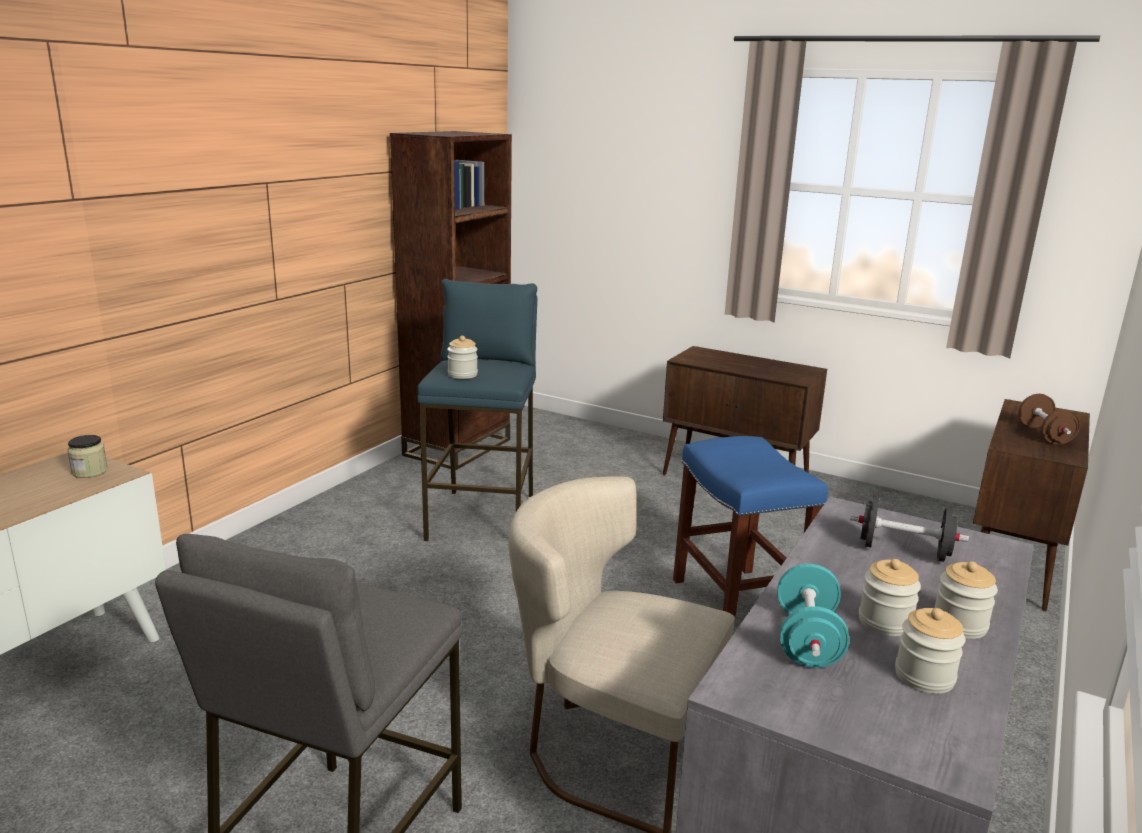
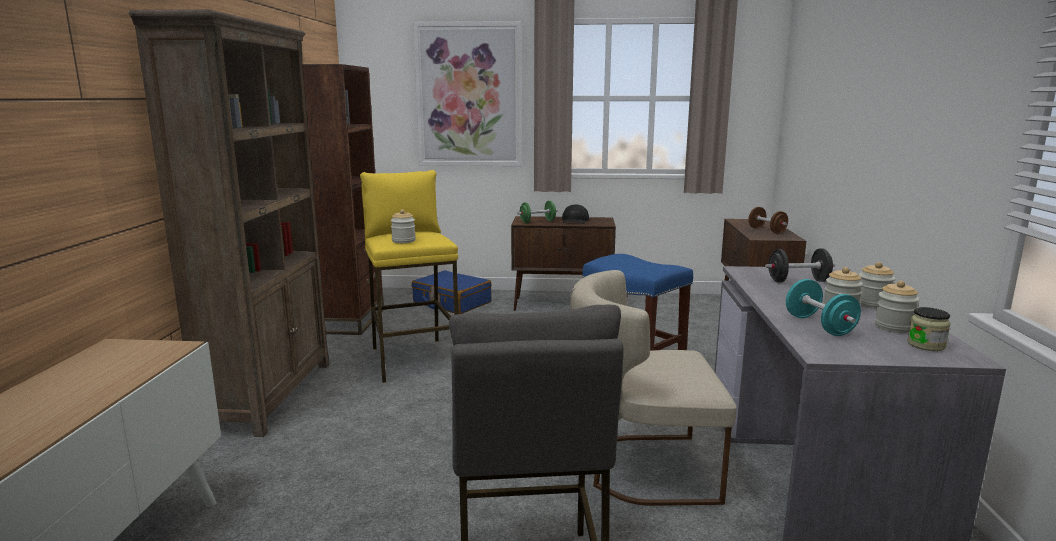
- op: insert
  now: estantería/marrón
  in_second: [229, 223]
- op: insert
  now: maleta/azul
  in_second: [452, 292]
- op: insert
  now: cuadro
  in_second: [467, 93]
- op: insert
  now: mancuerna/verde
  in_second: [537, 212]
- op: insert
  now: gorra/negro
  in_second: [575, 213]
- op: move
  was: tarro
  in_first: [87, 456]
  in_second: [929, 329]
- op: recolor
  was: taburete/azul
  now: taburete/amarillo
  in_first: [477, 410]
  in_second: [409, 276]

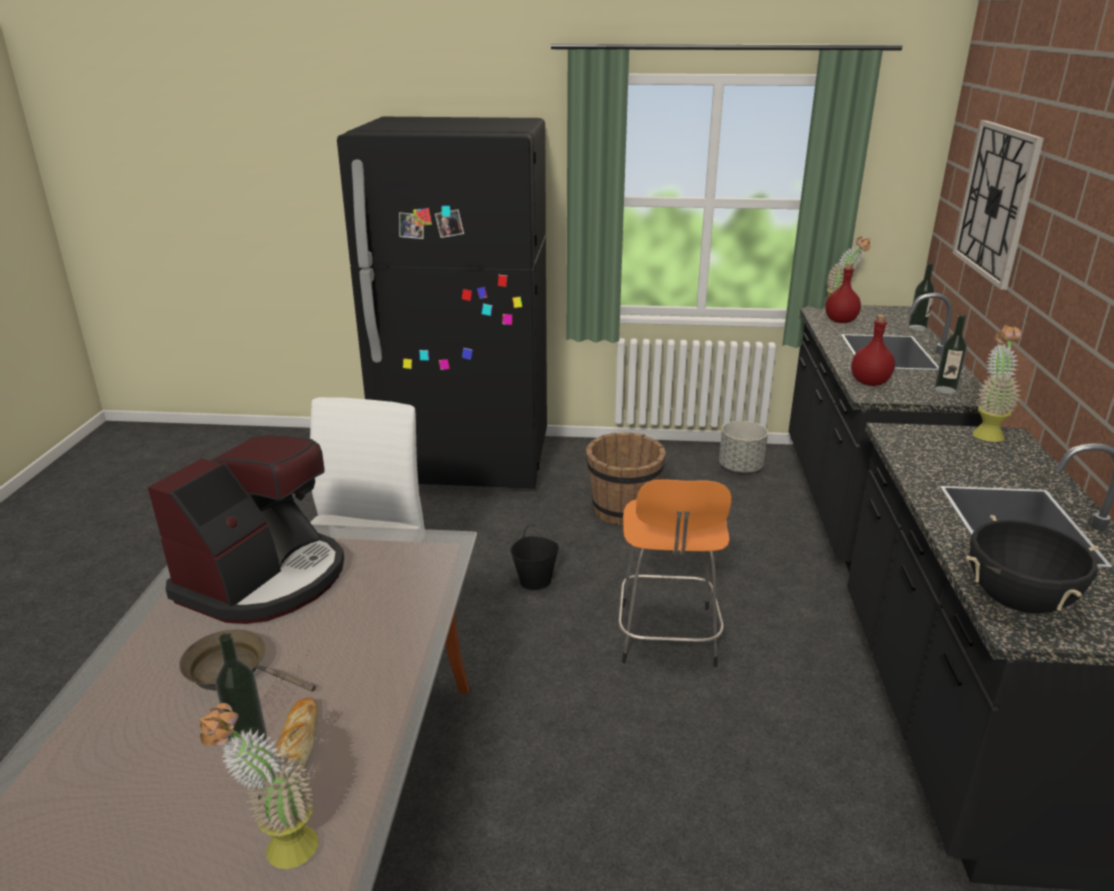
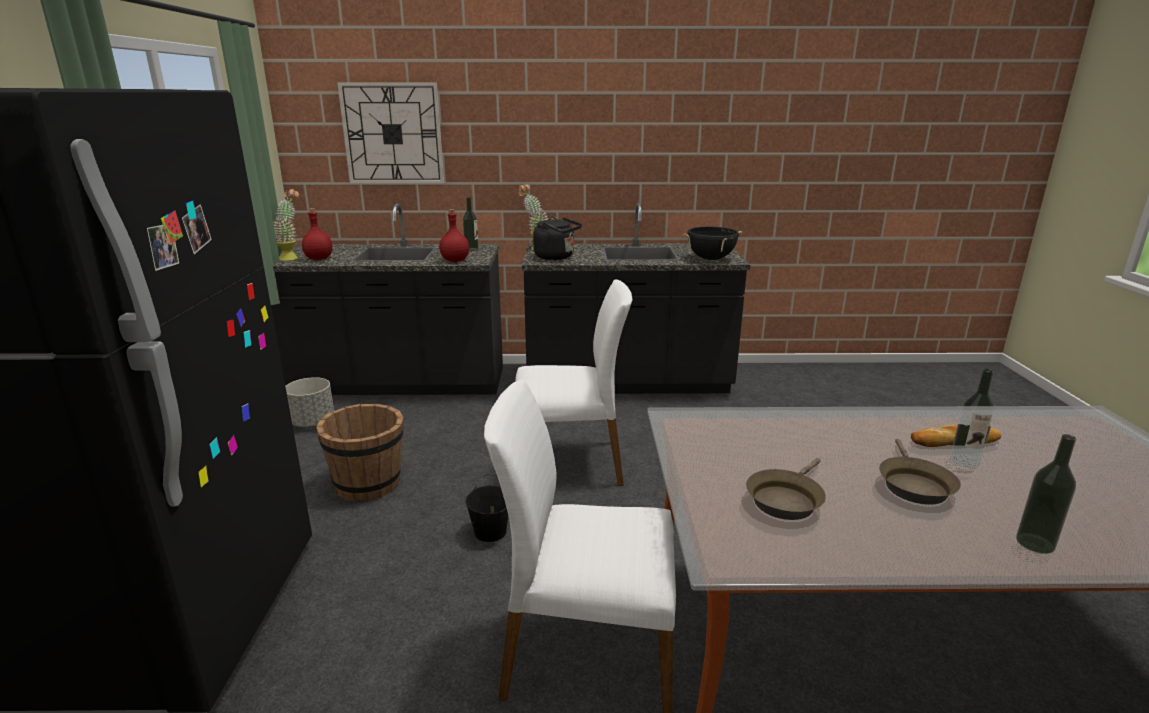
- op: delete
  was: planta en maceta
  in_first: [258, 786]
- op: insert
  now: hervidor/negro
  in_second: [557, 238]
- op: move
  was: botella
  in_first: [921, 297]
  in_second: [1046, 494]
- op: replace
  was: cafetera
  now: sartén/marrón
  in_first: [246, 529]
  in_second: [786, 489]
- op: replace
  was: taburete/naranja
  now: silla/blanco
  in_first: [675, 573]
  in_second: [573, 382]

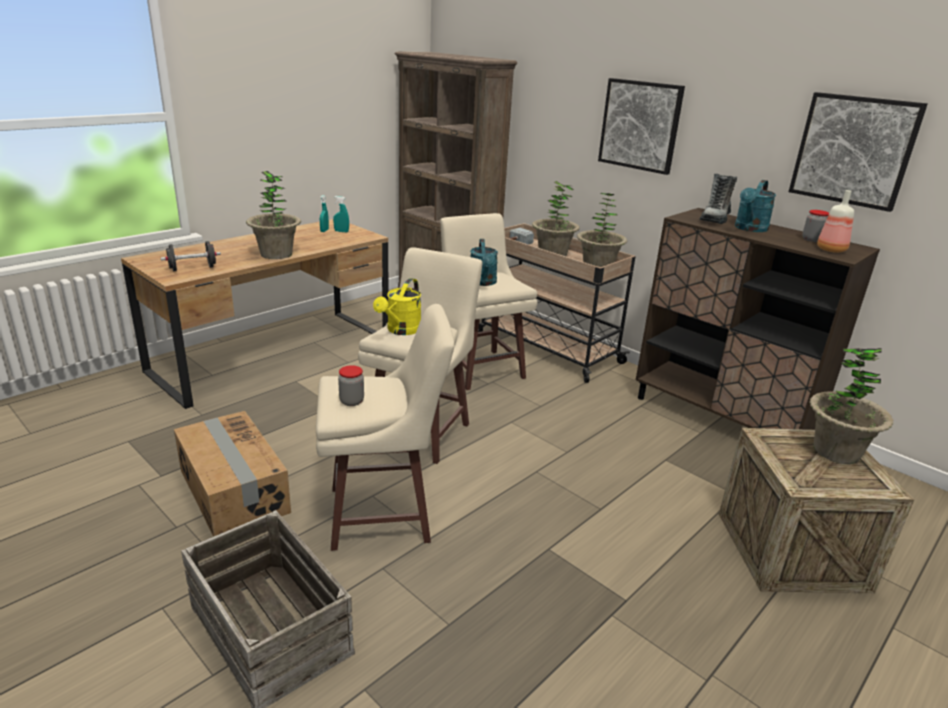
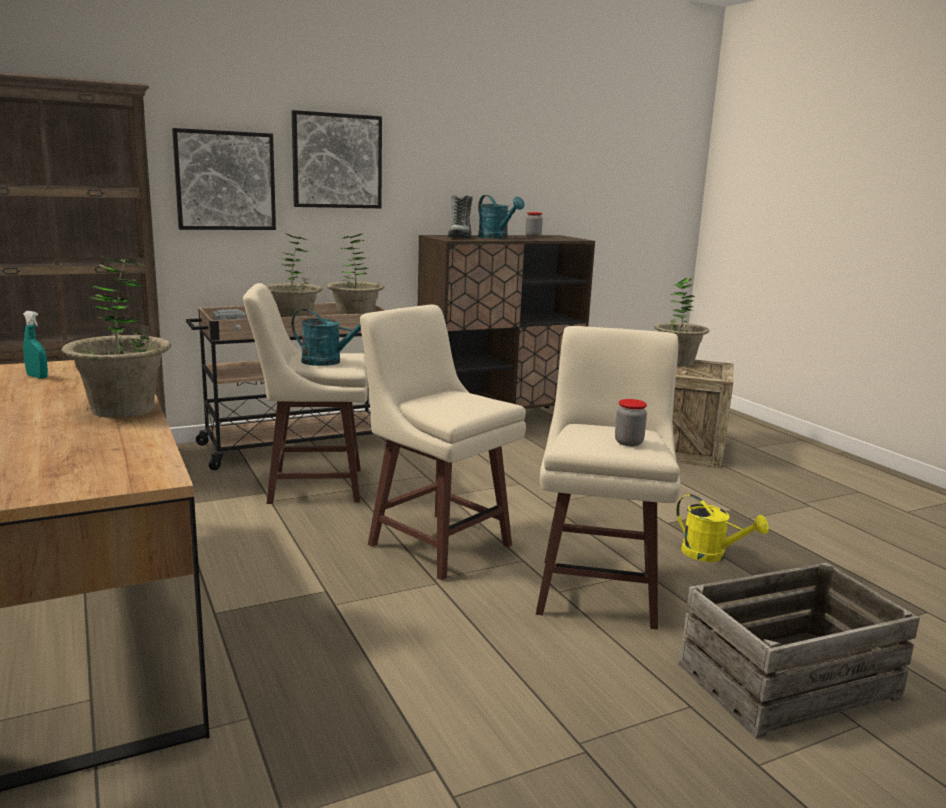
- op: delete
  was: mancuerna/negro
  in_first: [191, 256]
- op: delete
  was: caja de cartón
  in_first: [232, 474]
- op: delete
  was: pulverizador/turquesa
  in_first: [341, 214]
- op: delete
  was: botella
  in_first: [835, 221]
- op: move
  was: regadera/amarillo
  in_first: [397, 306]
  in_second: [722, 528]
- op: move
  was: cuadro
  in_first: [858, 152]
  in_second: [224, 179]
- op: rotate
  was: bota
  in_first: [718, 199]
  in_second: [459, 216]
  clockwise: 45

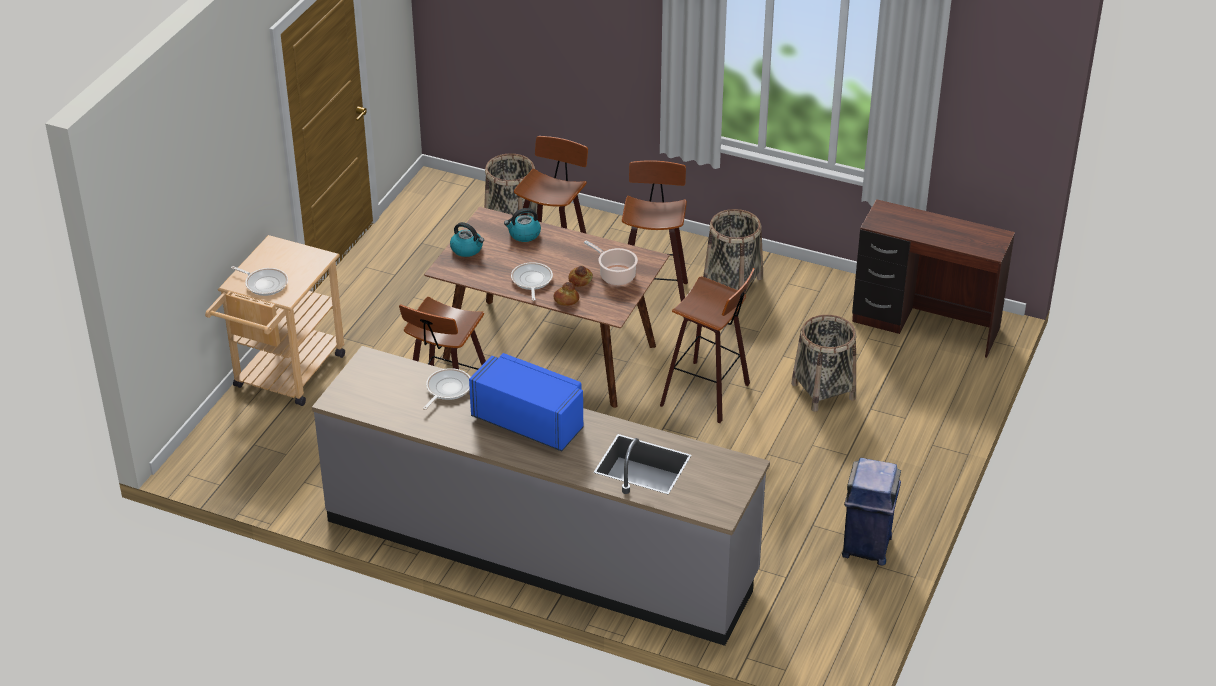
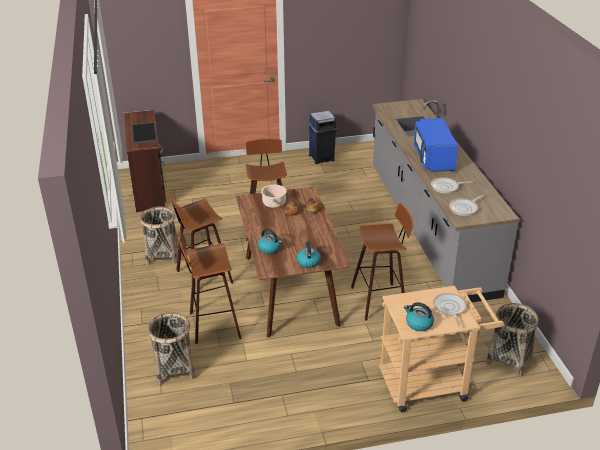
- op: insert
  now: bandeja
  in_second: [144, 133]
- op: insert
  now: hervidor
  in_second: [419, 316]
- op: move
  was: sartén
  in_first: [532, 281]
  in_second: [466, 205]
- op: move
  was: cesta
  in_first: [823, 363]
  in_second: [512, 340]

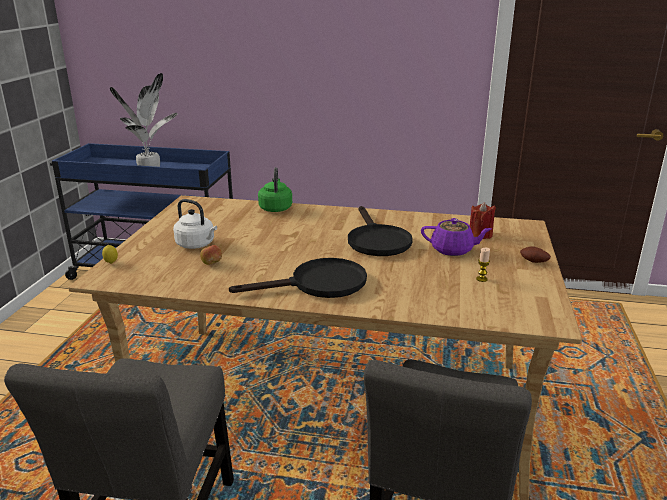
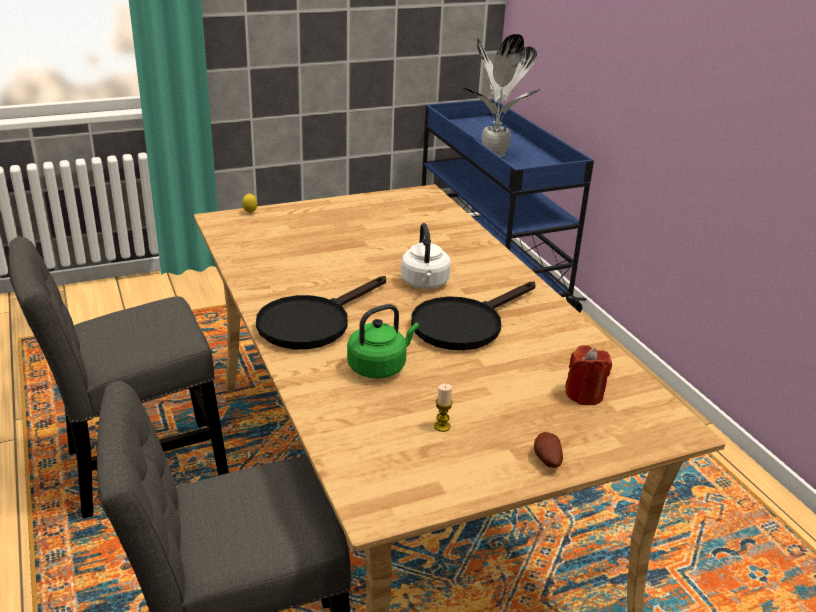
- op: delete
  was: manzana
  in_first: [211, 255]
- op: delete
  was: tetera/morado
  in_first: [456, 237]
- op: move
  was: hervidor/blanco
  in_first: [195, 224]
  in_second: [426, 256]
- op: move
  was: hervidor/verde
  in_first: [275, 189]
  in_second: [383, 341]
- op: rotate
  was: sartén/negro
  in_first: [298, 278]
  in_second: [321, 312]
  clockwise: 90

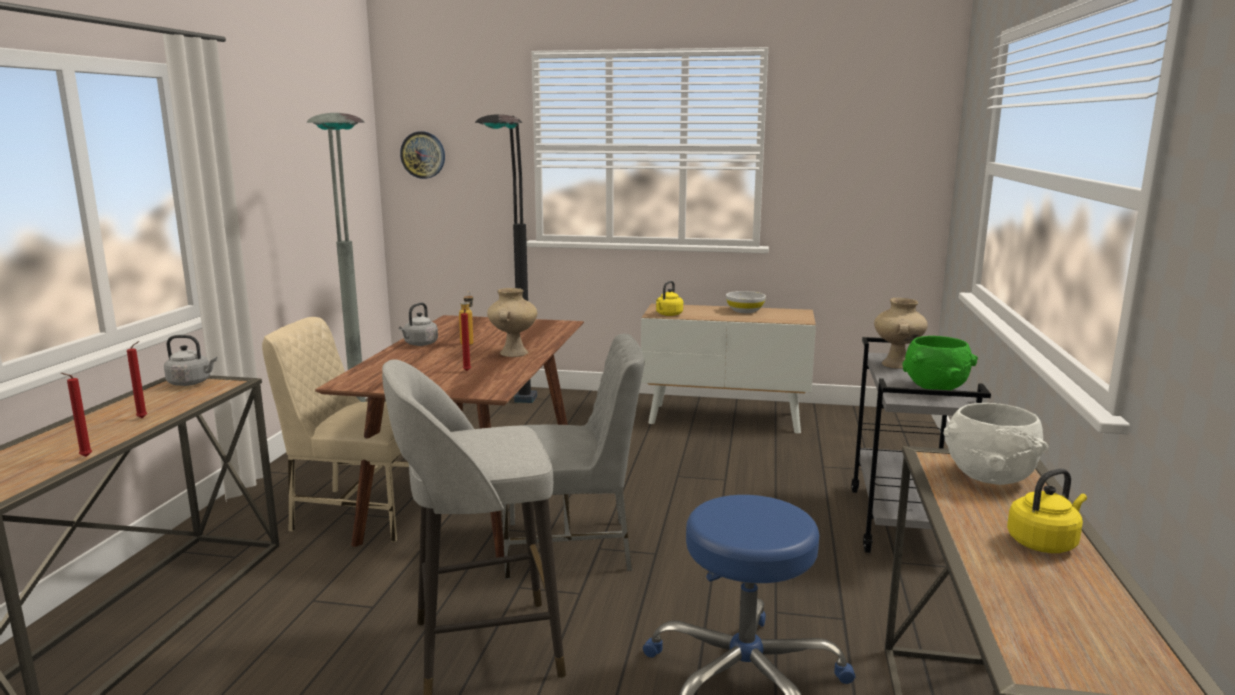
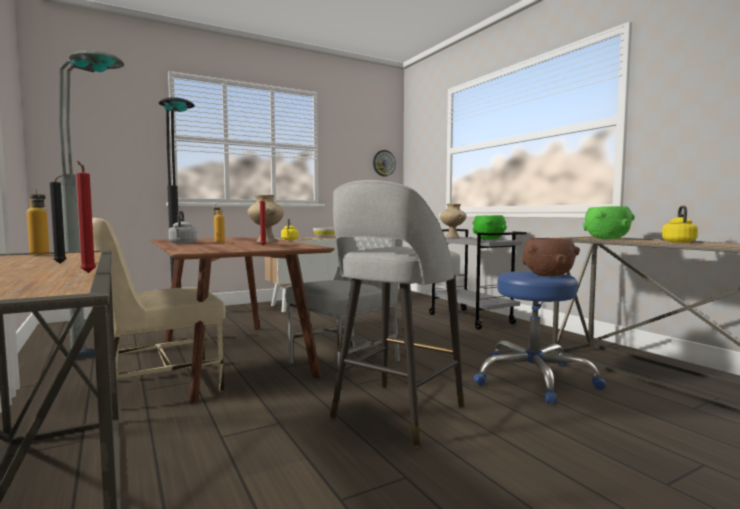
- op: insert
  now: cuenco/marrón
  in_second: [551, 257]
- op: move
  was: reloj de pared
  in_first: [422, 155]
  in_second: [384, 163]
- op: replace
  was: hervidor/gris
  now: botella
  in_first: [190, 360]
  in_second: [38, 220]
- op: recolor
  was: vela/rojo
  now: vela/negro
  in_first: [137, 380]
  in_second: [58, 219]
- op: recolor
  was: cuenco/blanco
  now: cuenco/verde
  in_first: [995, 444]
  in_second: [609, 222]

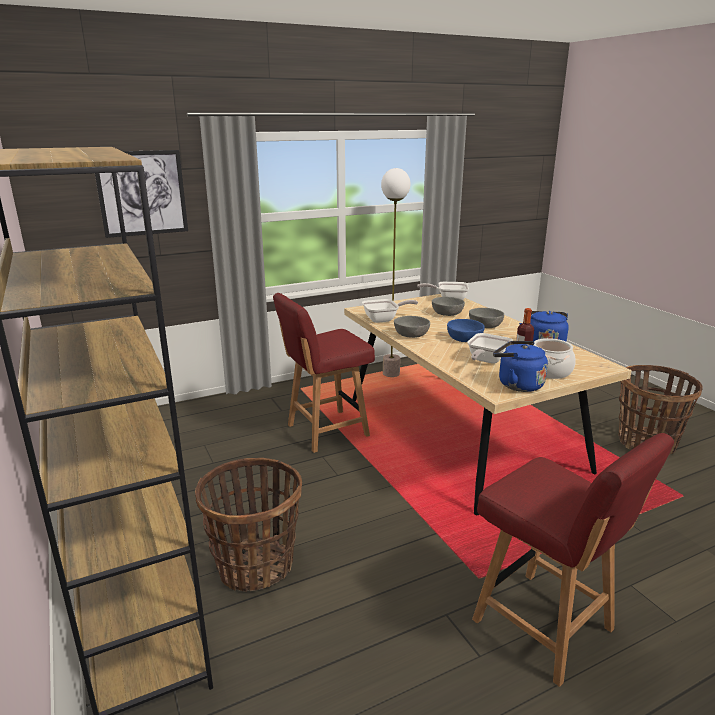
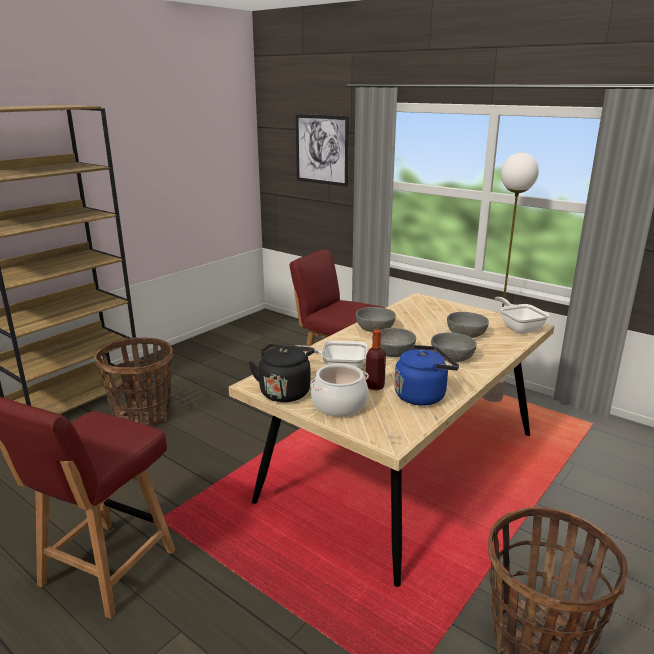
- op: delete
  was: sartén
  in_first: [390, 311]
- op: recolor
  was: cuenco/azul
  now: cuenco/gris
  in_first: [466, 330]
  in_second: [394, 342]
- op: recolor
  was: hervidor/azul
  now: hervidor/negro
  in_first: [520, 366]
  in_second: [281, 373]

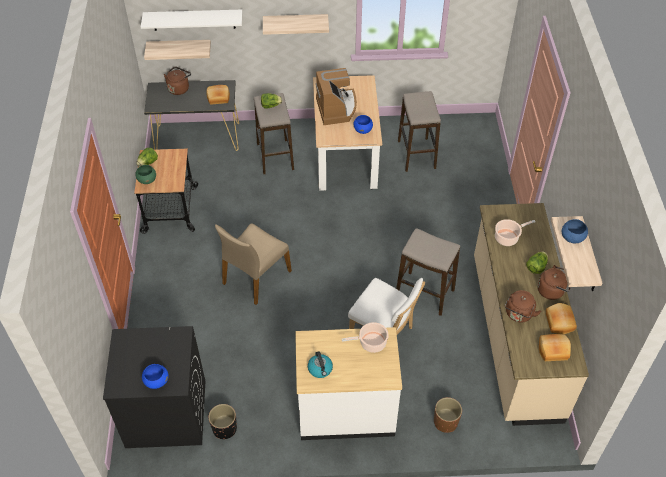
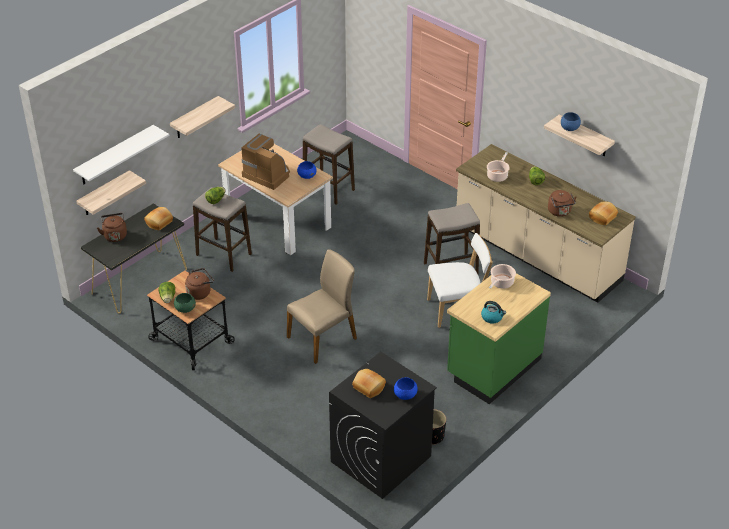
- op: delete
  was: maceta/marrón
  in_first: [448, 415]
- op: move
  was: hervidor/marrón
  in_first: [554, 282]
  in_second: [199, 284]
- op: move
  was: pan
  in_first: [561, 318]
  in_second: [369, 383]
- op: recolor
  was: mueble bajo de cocina/blanco
  now: mueble bajo de cocina/verde
  in_first: [348, 383]
  in_second: [499, 338]
- op: rotate
  was: silla/beis
  in_first: [253, 264]
  in_second: [322, 307]
  clockwise: -120

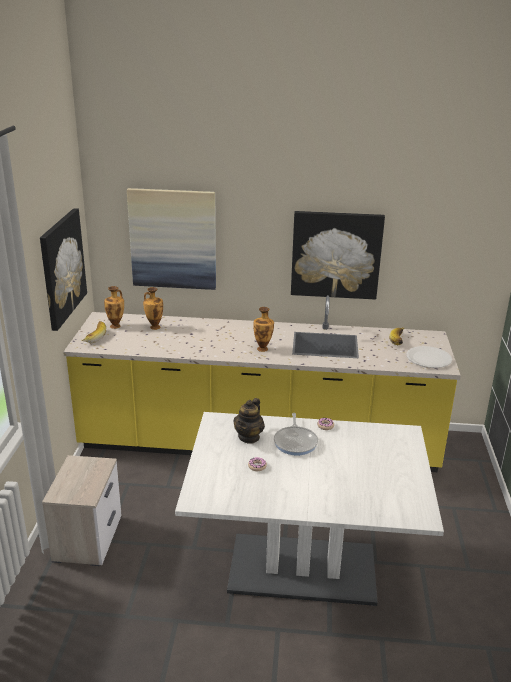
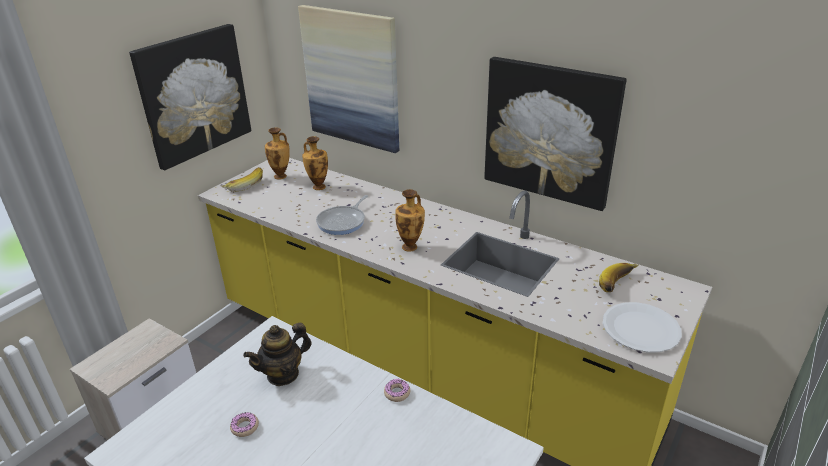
- op: move
  was: sartén
  in_first: [296, 434]
  in_second: [342, 215]

